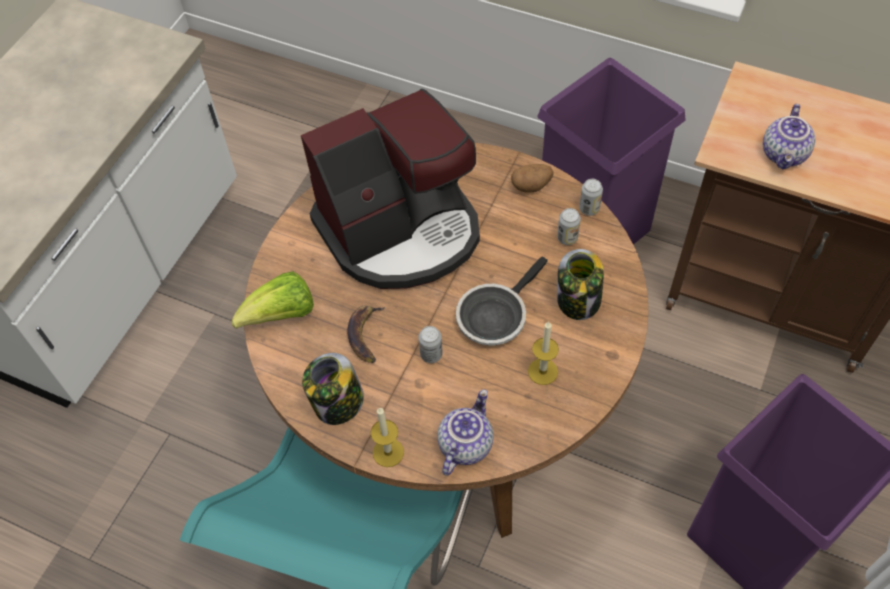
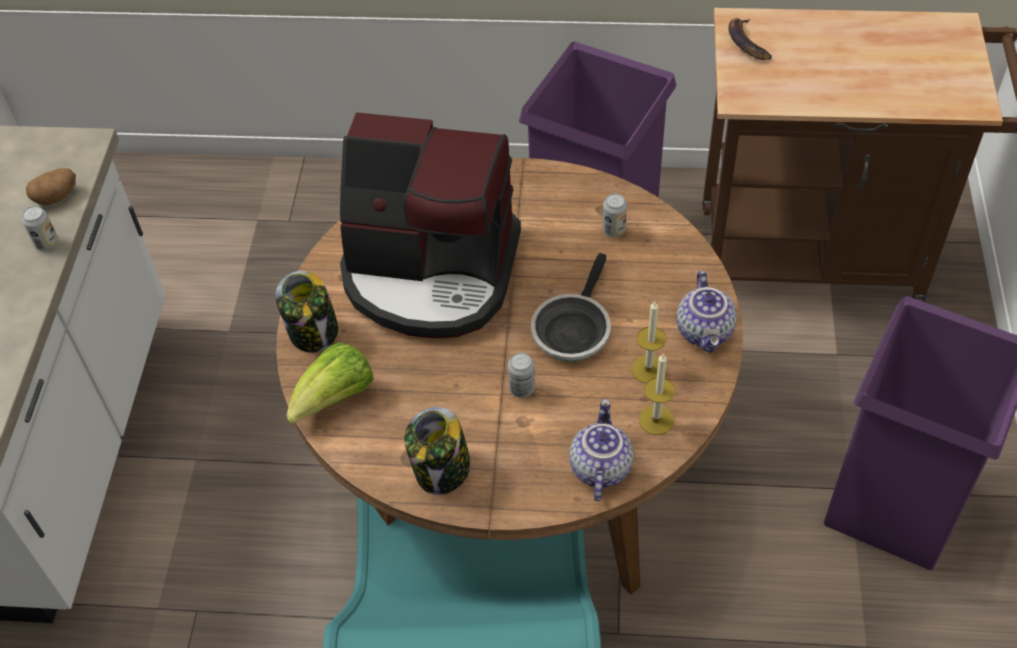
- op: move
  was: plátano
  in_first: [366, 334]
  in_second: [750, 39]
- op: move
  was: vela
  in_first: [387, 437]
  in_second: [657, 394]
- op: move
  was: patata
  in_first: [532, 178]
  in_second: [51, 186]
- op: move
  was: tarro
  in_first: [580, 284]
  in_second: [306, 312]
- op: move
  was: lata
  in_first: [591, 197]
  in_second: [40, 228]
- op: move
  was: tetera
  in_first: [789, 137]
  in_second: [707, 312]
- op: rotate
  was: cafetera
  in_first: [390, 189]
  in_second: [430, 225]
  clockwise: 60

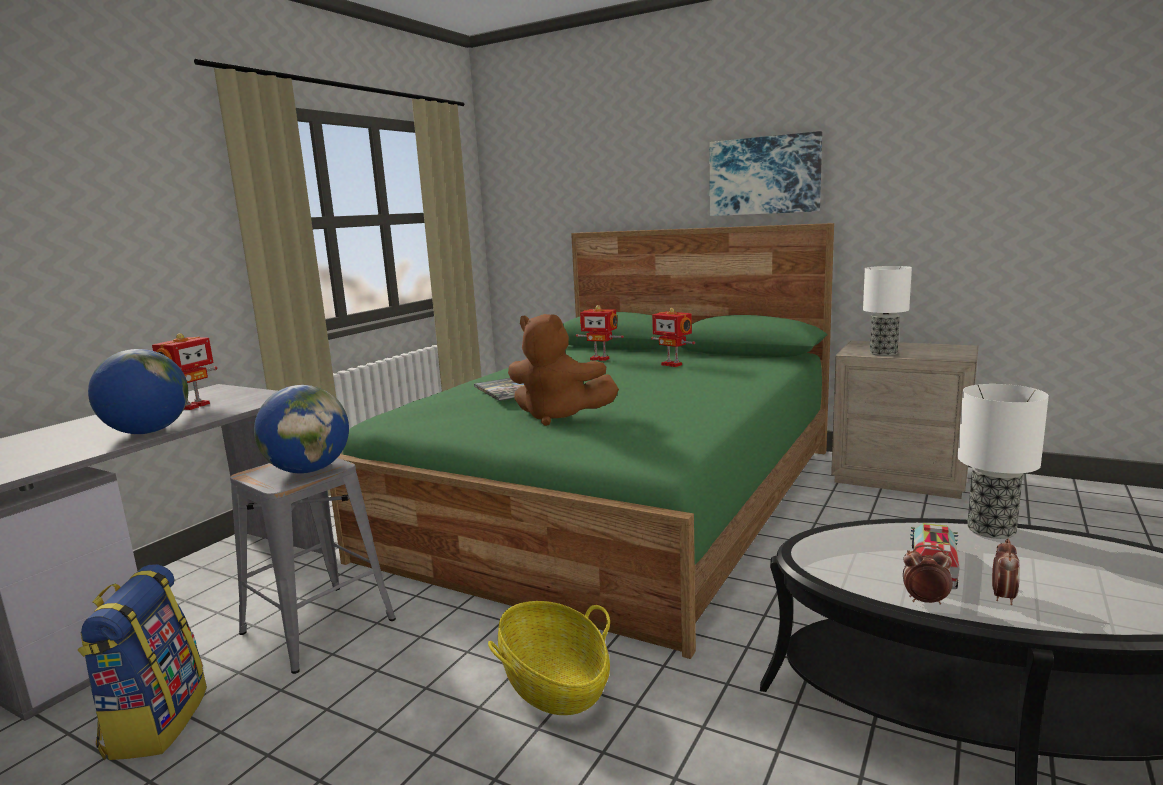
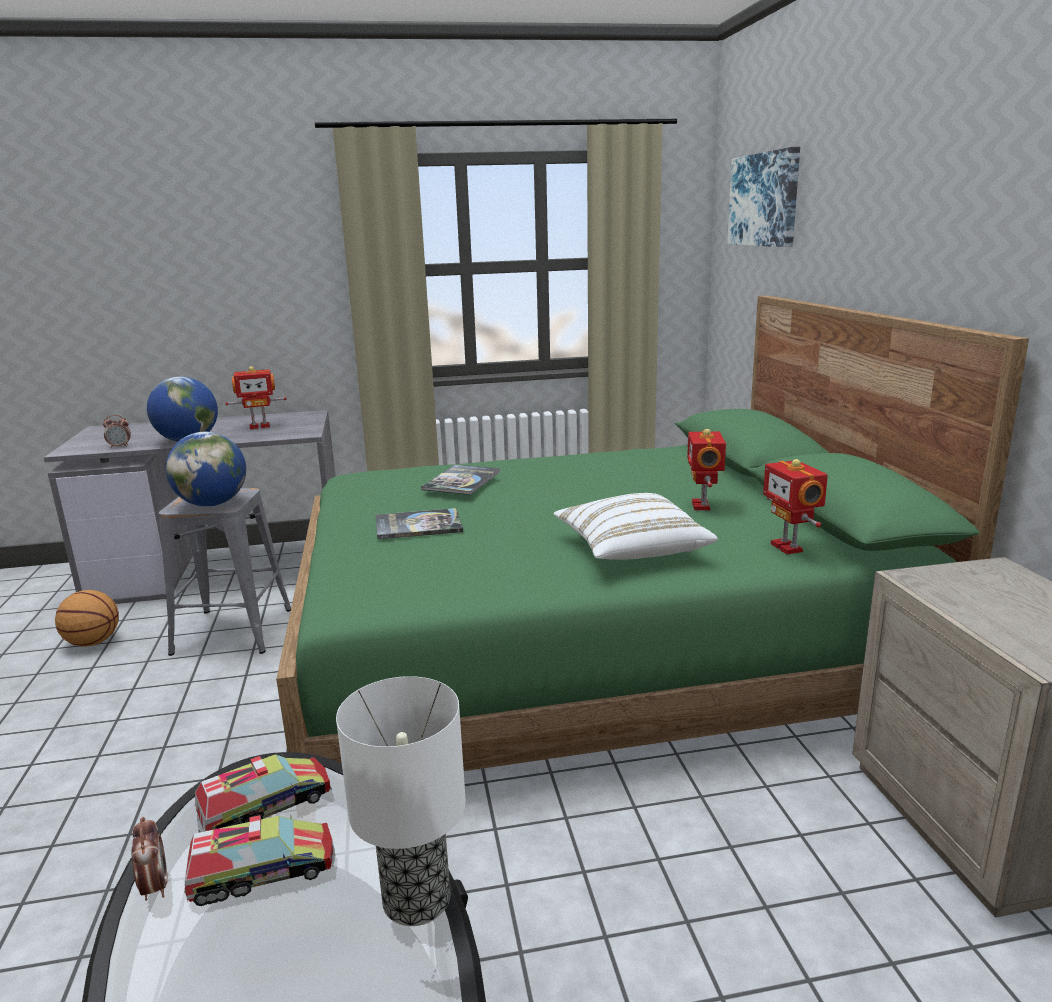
- op: delete
  was: cesta
  in_first: [549, 658]
- op: delete
  was: lámpara de mesa
  in_first: [887, 311]
- op: insert
  now: camión de juguete
  in_second: [263, 793]
- op: insert
  now: cojín/blanco
  in_second: [635, 526]
- op: move
  was: robot de juguete
  in_first: [600, 333]
  in_second: [795, 507]
- op: move
  was: cuadro
  in_first: [765, 173]
  in_second: [763, 197]
- op: move
  was: despertador
  in_first: [1006, 571]
  in_second: [117, 431]
- op: replace
  was: mochila
  now: balón de baloncesto
  in_first: [142, 662]
  in_second: [87, 618]
- op: replace
  was: peluche/marrón
  now: libro
  in_first: [563, 370]
  in_second: [419, 523]

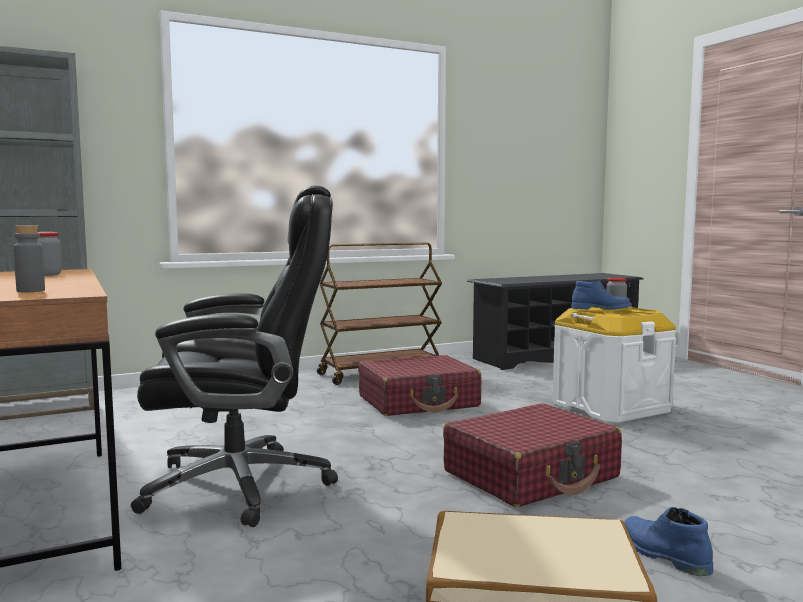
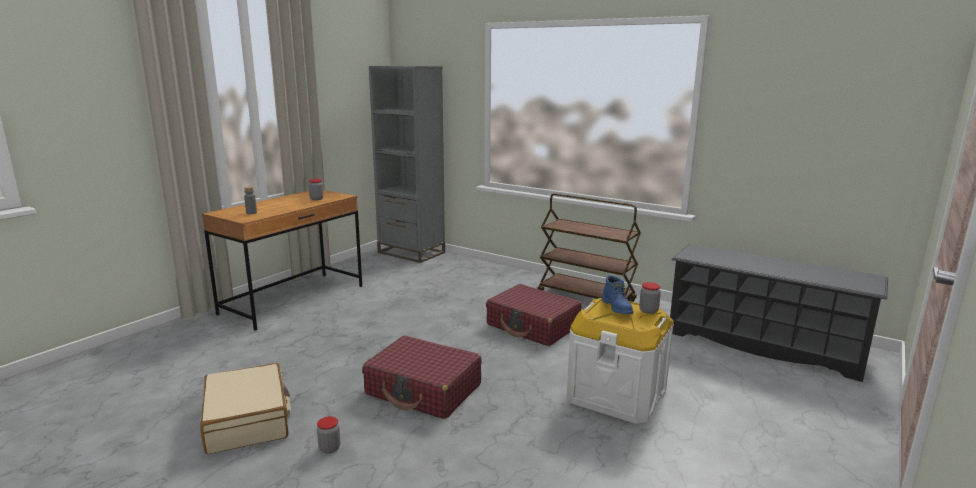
- op: delete
  was: silla de oficina/negro
  in_first: [234, 356]
- op: replace
  was: bota/azul
  now: tarro
  in_first: [668, 541]
  in_second: [328, 435]

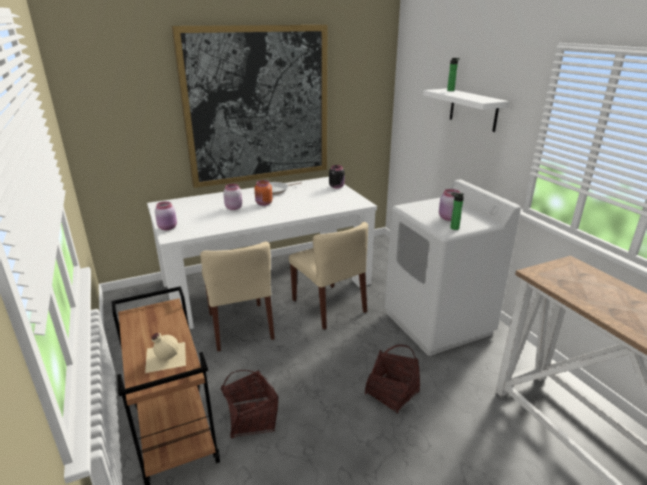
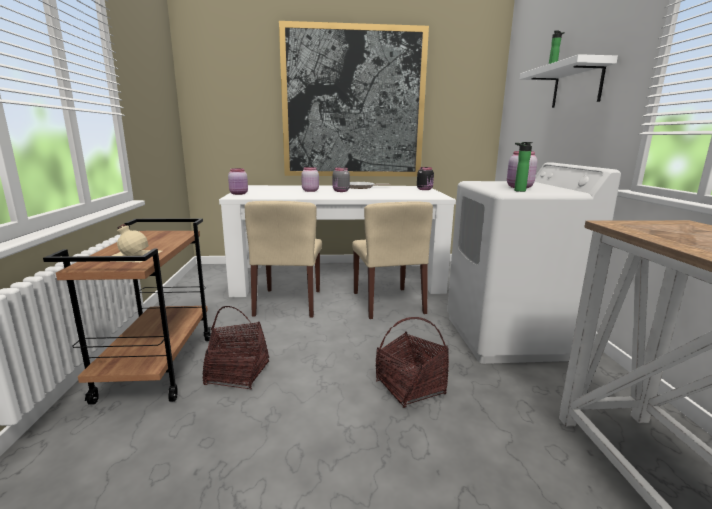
- op: recolor
  was: tarro/naranja
  now: tarro/gris
  in_first: [263, 193]
  in_second: [341, 179]

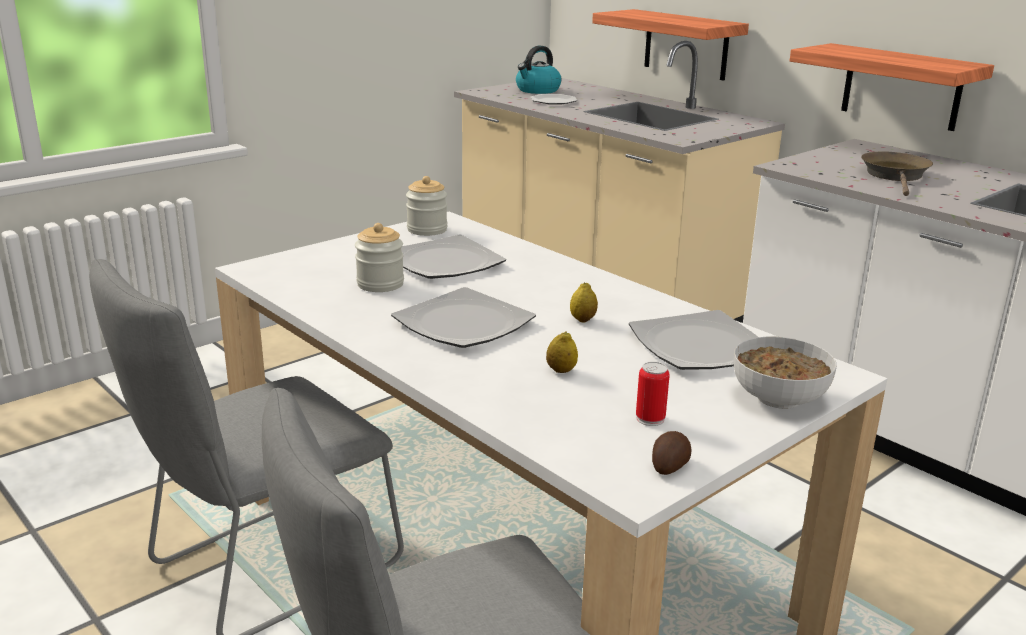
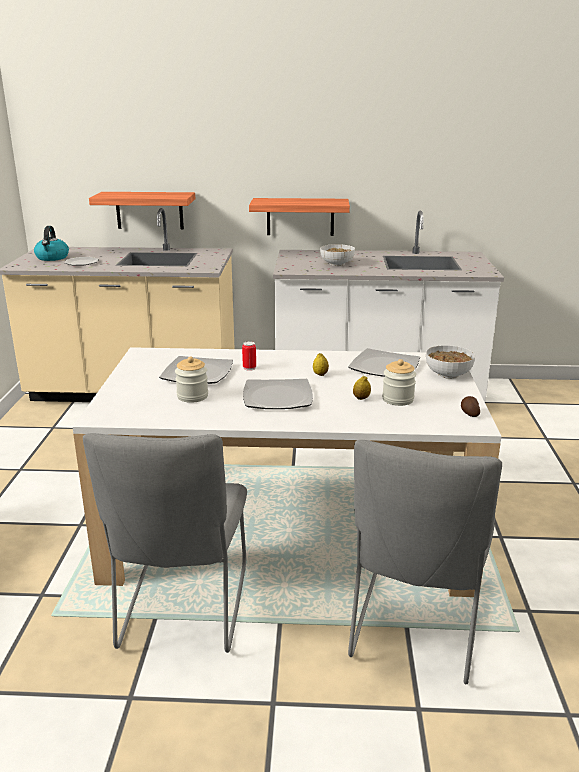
- op: move
  was: tarro
  in_first: [426, 206]
  in_second: [399, 382]
- op: move
  was: lata
  in_first: [653, 394]
  in_second: [249, 356]
- op: replace
  was: sartén/marrón
  now: cuenco
  in_first: [897, 173]
  in_second: [337, 255]

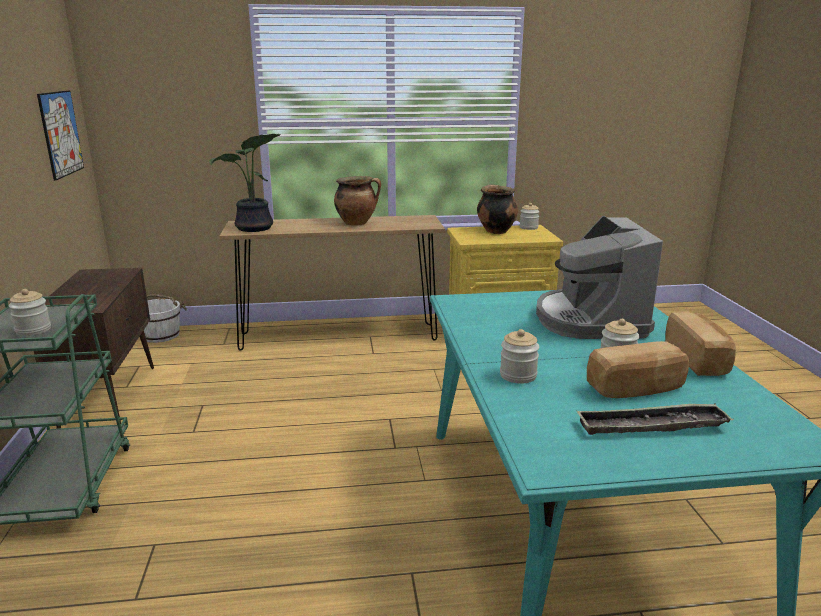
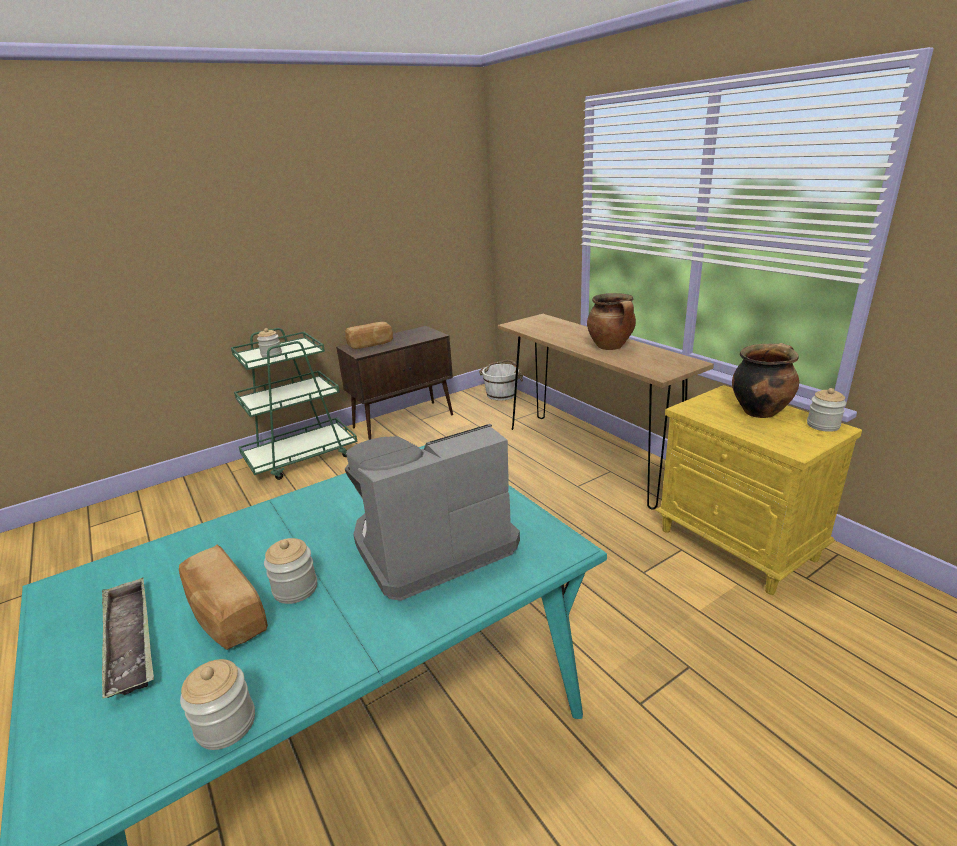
- op: delete
  was: cuadro
  in_first: [60, 135]
- op: delete
  was: planta en maceta
  in_first: [244, 183]
- op: move
  was: tarro
  in_first: [519, 356]
  in_second: [217, 704]
- op: move
  was: pan
  in_first: [700, 344]
  in_second: [369, 335]

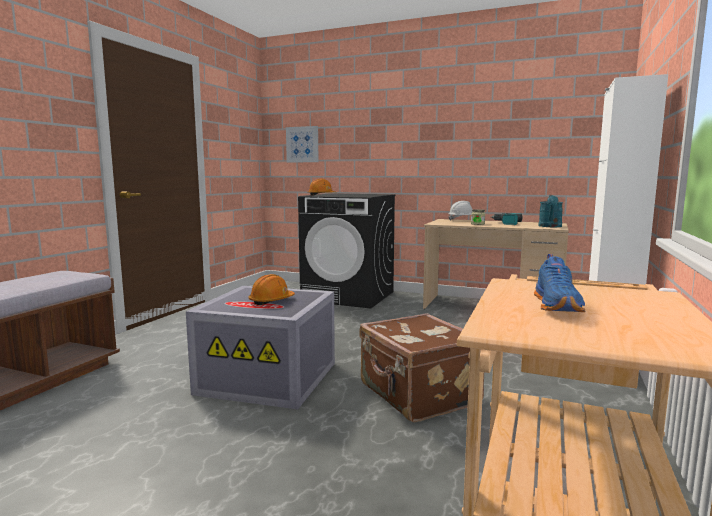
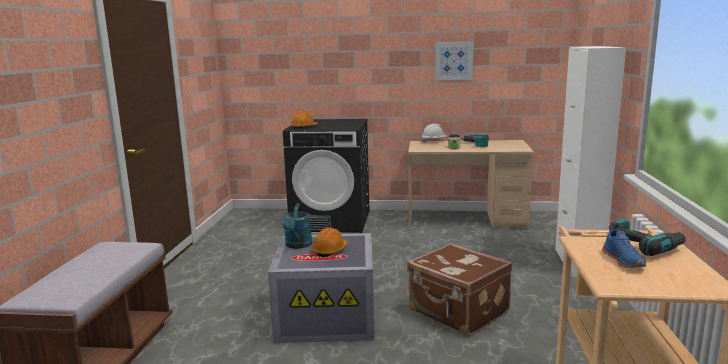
- op: insert
  now: taladro
  in_second: [647, 237]
- op: move
  was: cuadro
  in_first: [302, 144]
  in_second: [454, 60]
- op: move
  was: regadera/turquesa
  in_first: [550, 211]
  in_second: [297, 226]

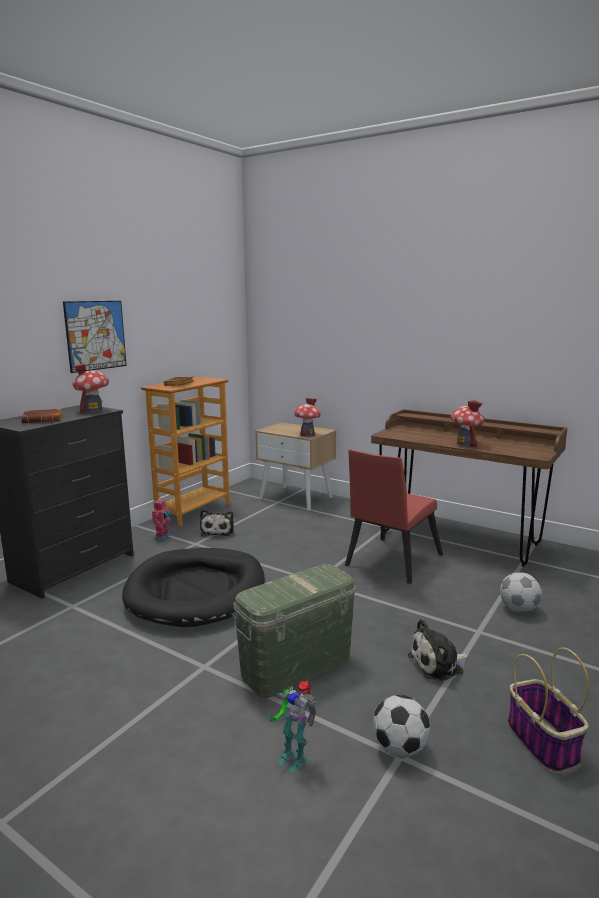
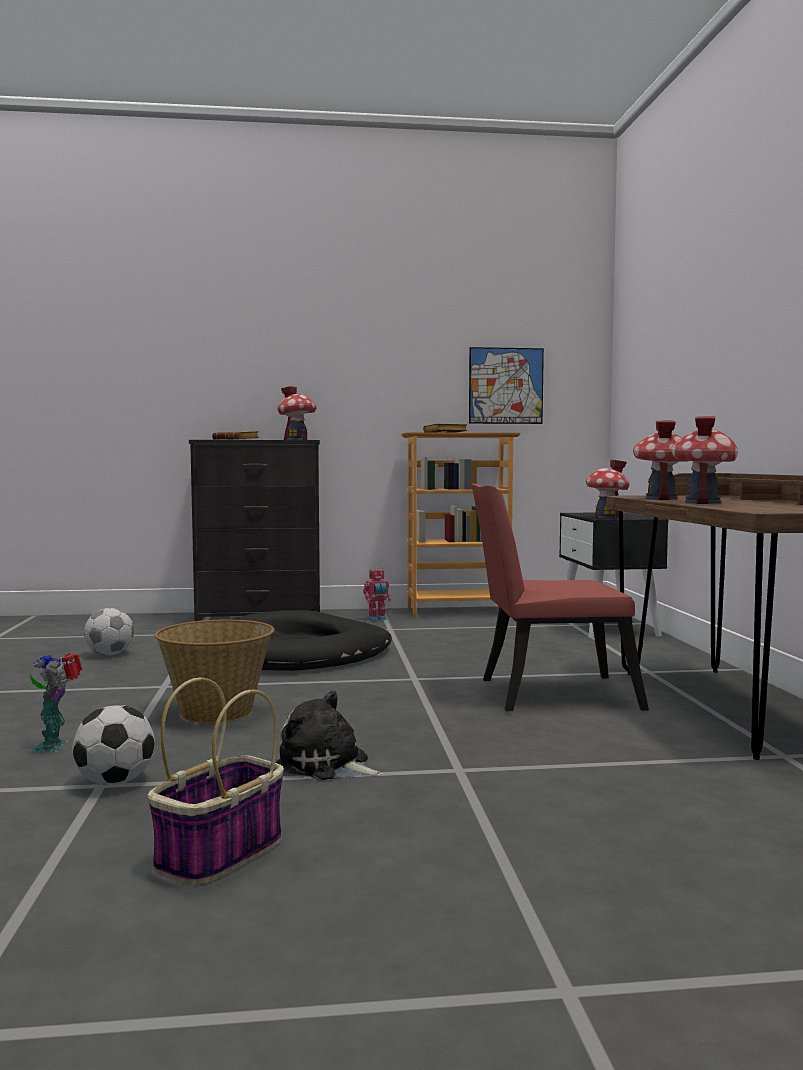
- op: delete
  was: peluche
  in_first: [217, 523]
- op: insert
  now: casita
  in_second: [660, 460]
- op: move
  was: cuadro
  in_first: [95, 337]
  in_second: [506, 385]
- op: move
  was: balón de fútbol
  in_first: [521, 592]
  in_second: [109, 631]
- op: replace
  was: caja de almacenaje/verde
  now: cesta
  in_first: [294, 631]
  in_second: [214, 672]
- op: recolor
  was: mesita de noche/beis
  now: mesita de noche/negro
  in_first: [295, 466]
  in_second: [613, 575]

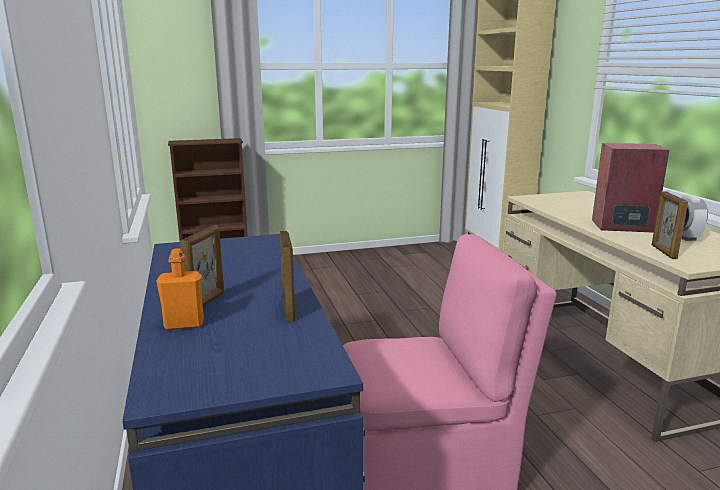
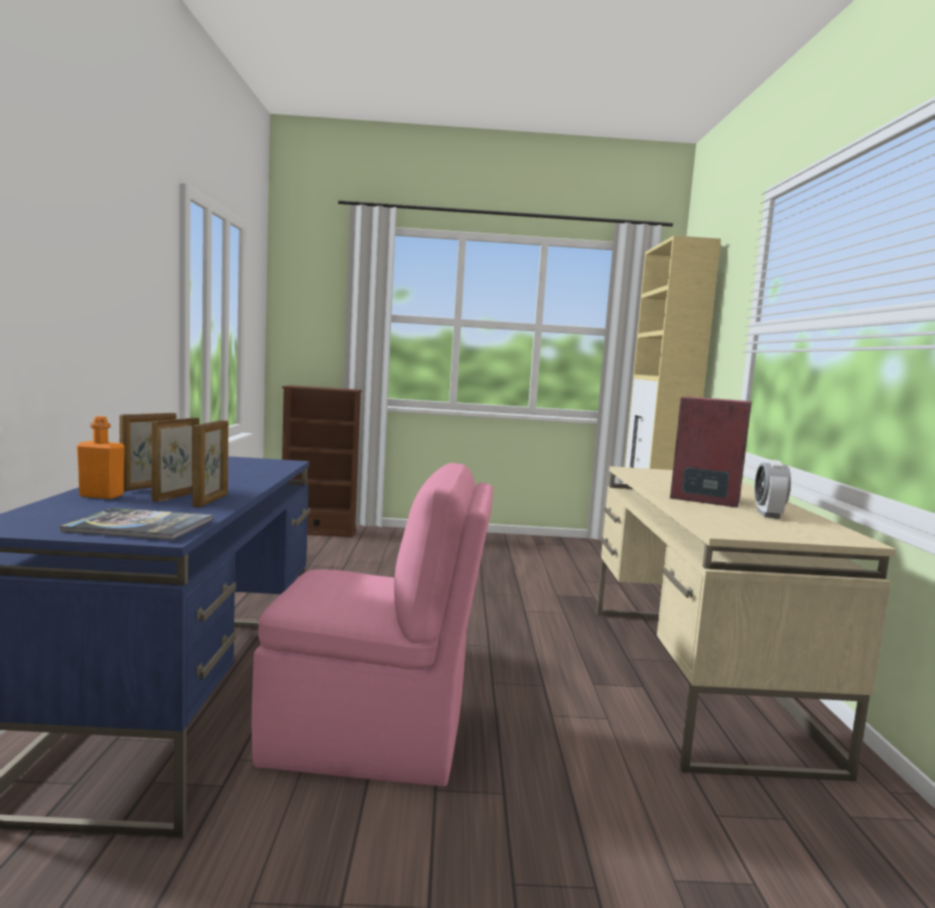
- op: insert
  now: libro
  in_second: [136, 524]
- op: move
  was: portarretratos
  in_first: [670, 225]
  in_second: [175, 460]

